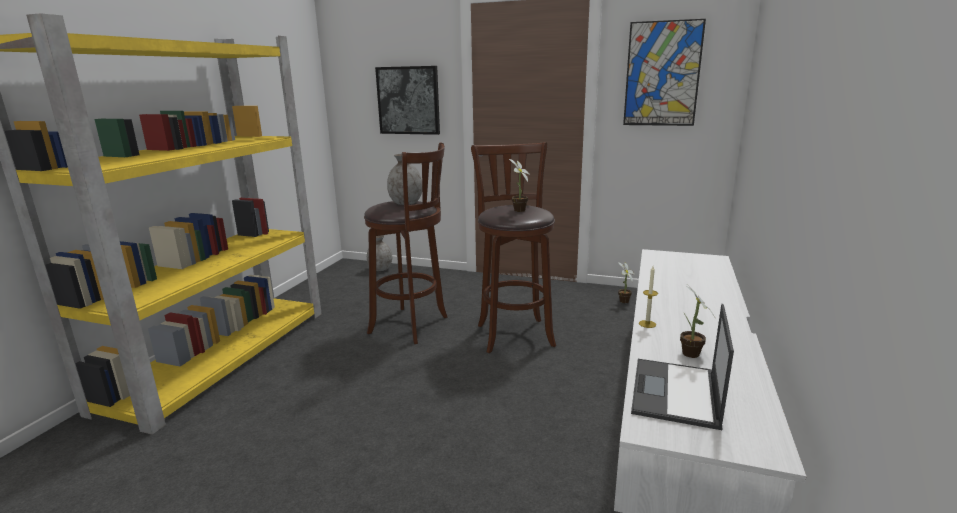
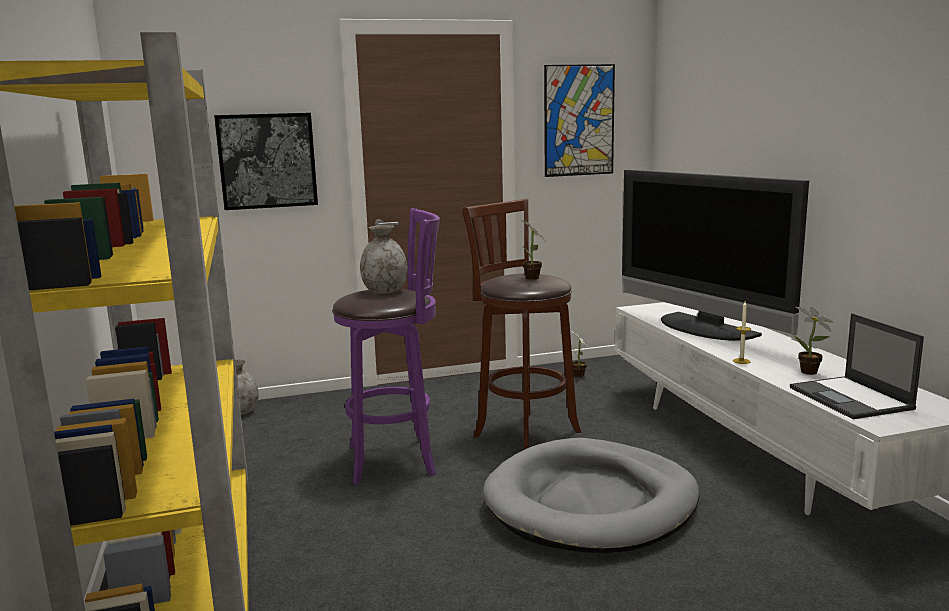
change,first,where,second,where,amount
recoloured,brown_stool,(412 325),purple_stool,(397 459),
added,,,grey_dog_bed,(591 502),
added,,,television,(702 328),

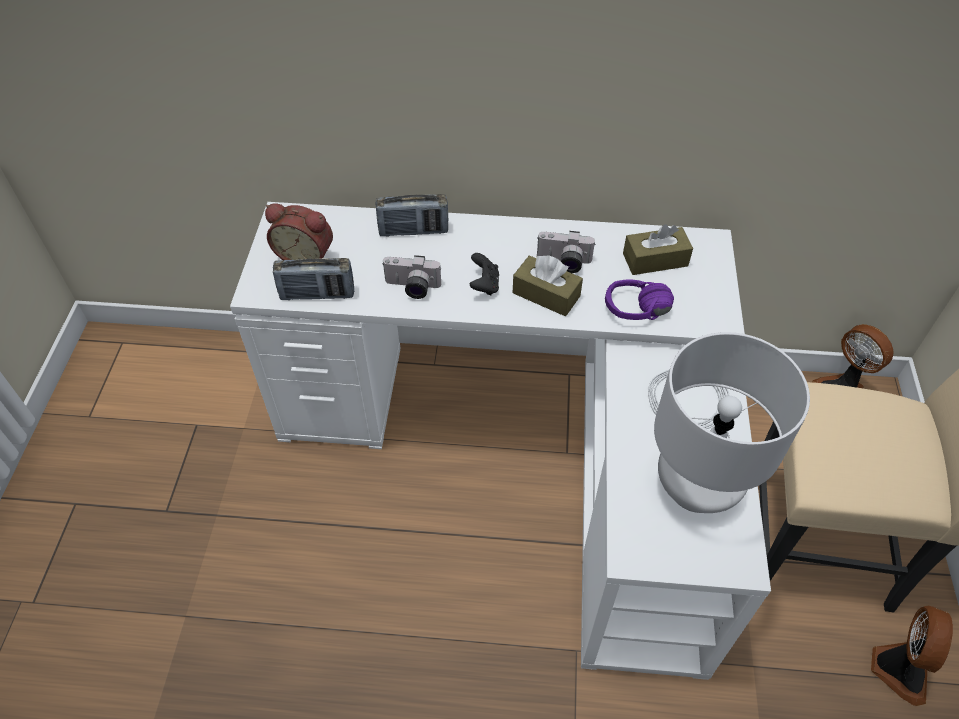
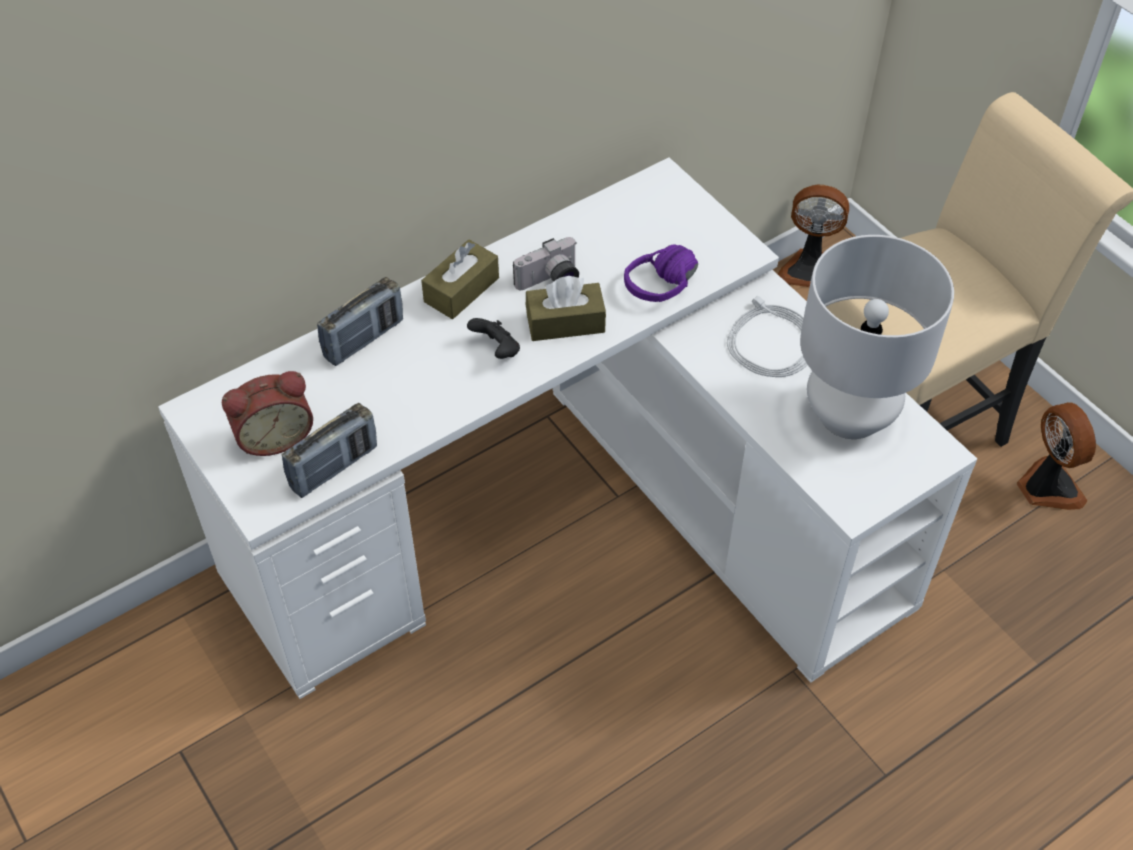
change,first,where,second,where,amount
moved,brown_tissue_box,(655 260),,(461 290),
removed,photo_camera,(411 288),,,

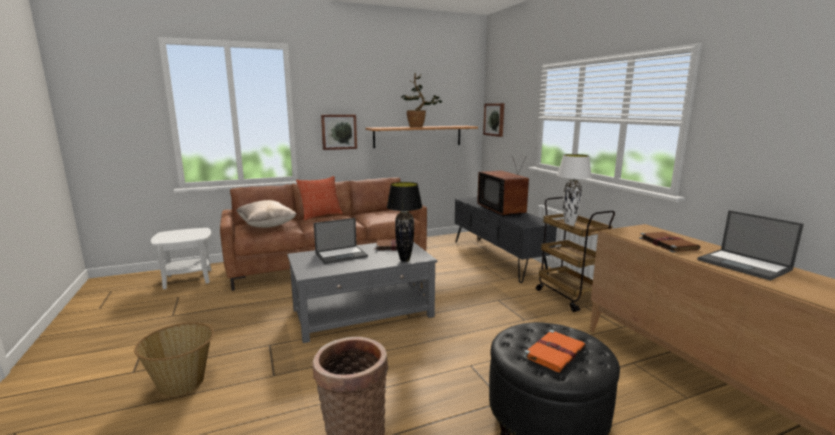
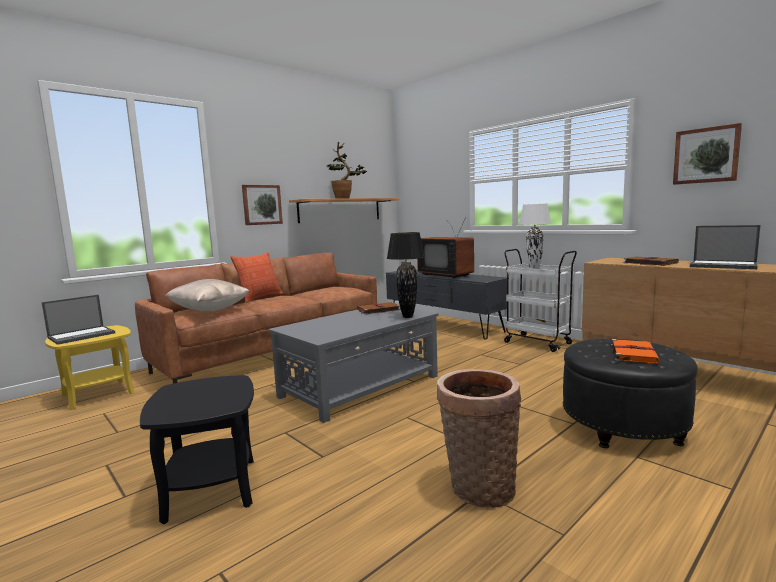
change,first,where,second,where,amount
moved,laptop,(341 255),,(82 335),
recoloured,white_side_table,(188 279),yellow_side_table,(98 394),
replaced,basket,(182 382),black_side_table,(211 489),
recoloured,brown_cart,(569 297),white_cart,(538 343),
moved,picture,(494 119),,(706 155),

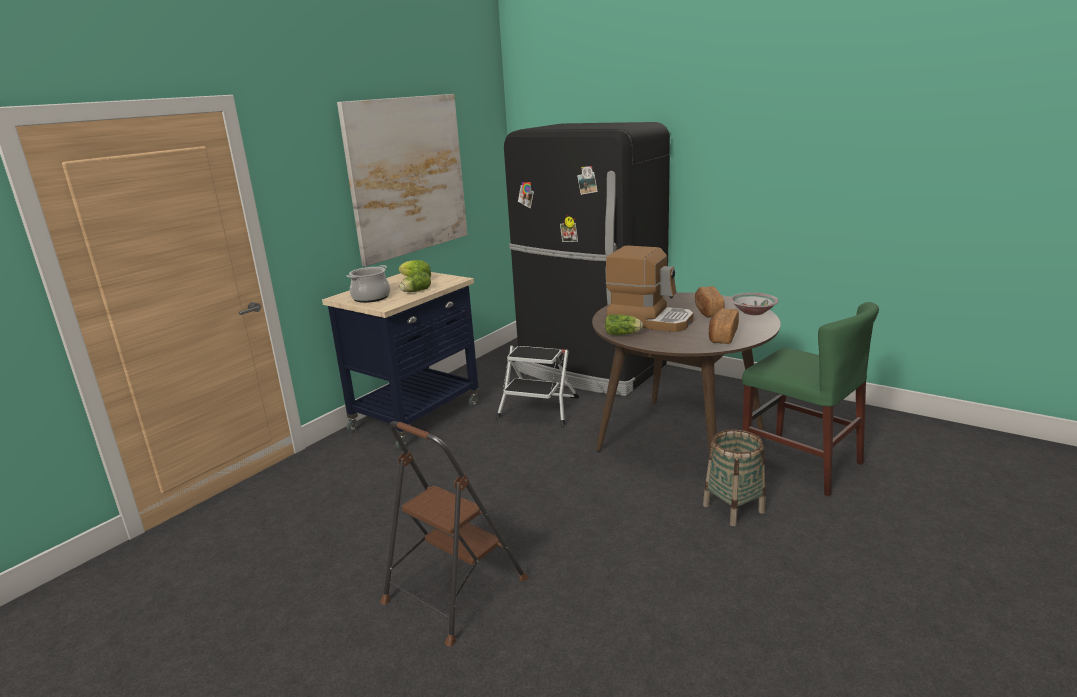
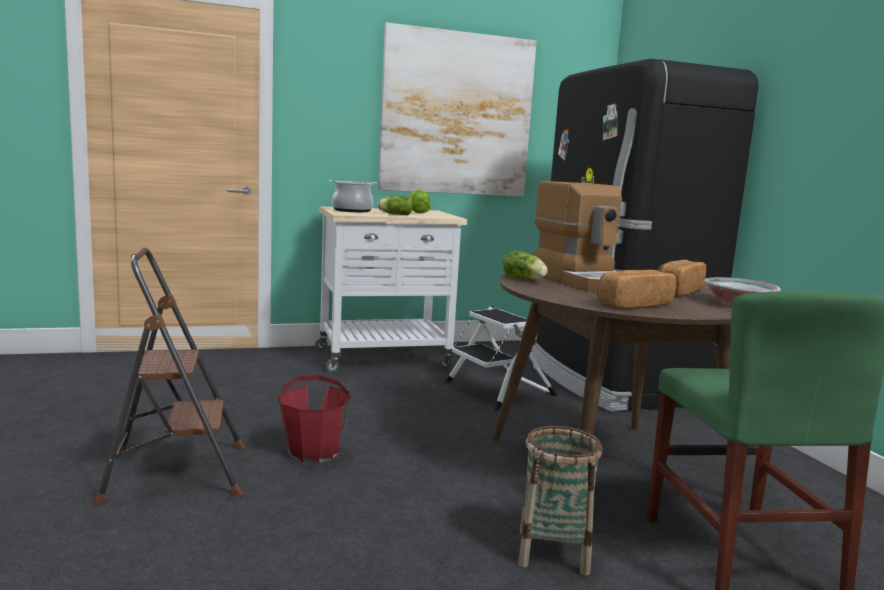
change,first,where,second,where,amount
added,,,red_bucket,(313 452),
recoloured,blue_cart,(416 416),white_cart,(383 358),

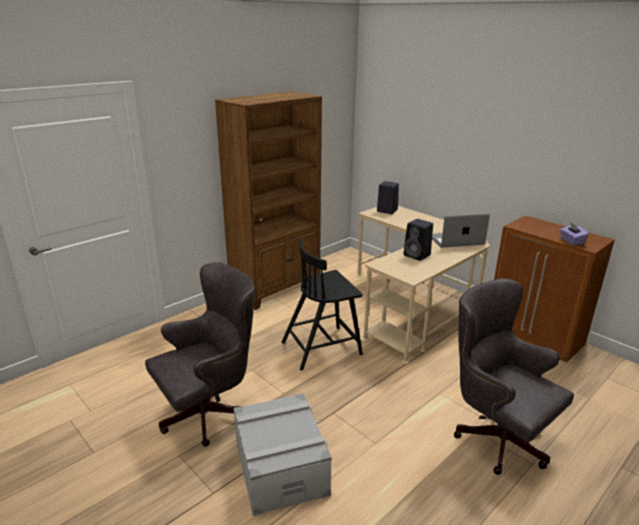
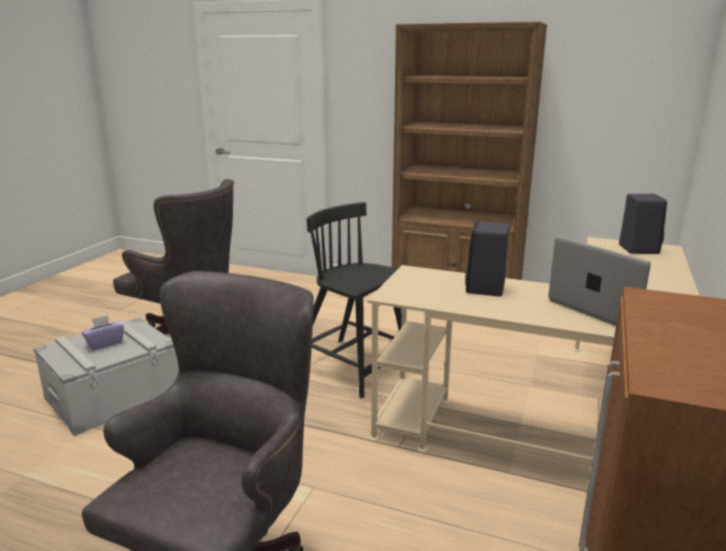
change,first,where,second,where,amount
moved,purple_tissue_box,(571 241),,(104 343),

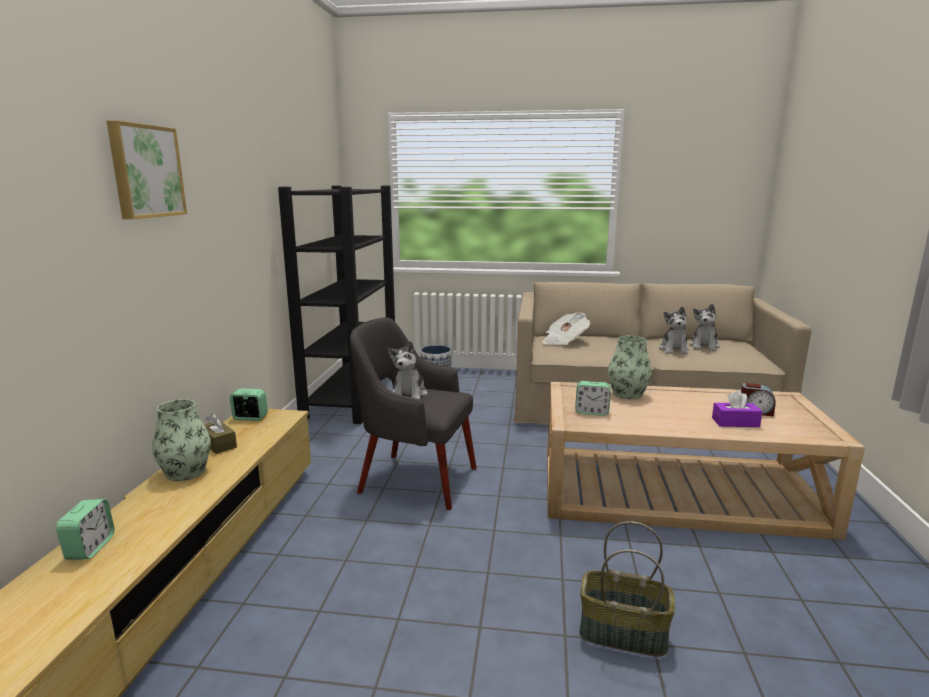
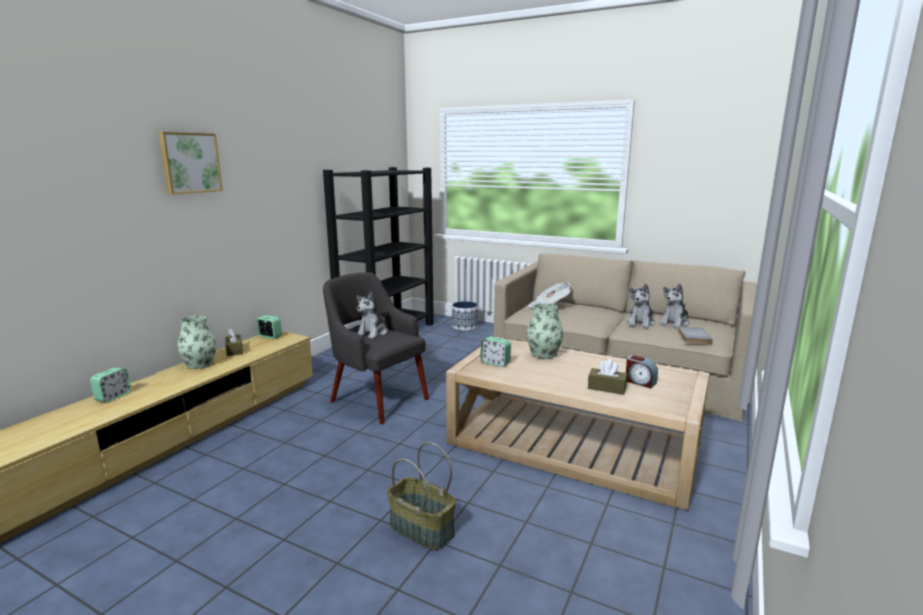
change,first,where,second,where,amount
recoloured,purple_tissue_box,(735 422),brown_tissue_box,(607 388),
added,,,grey_book,(692 337),

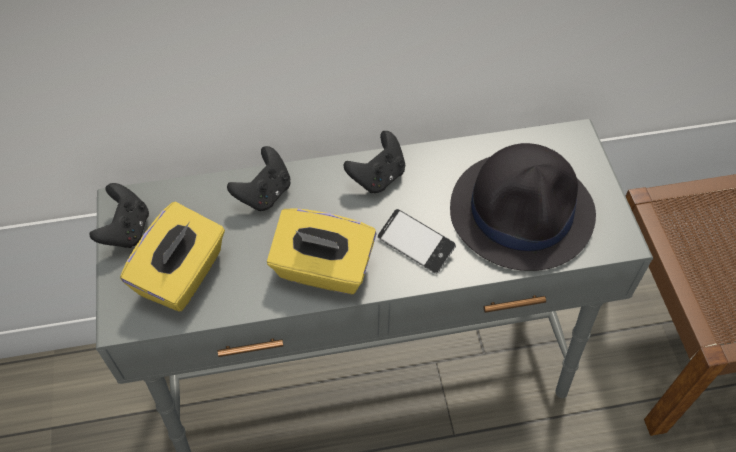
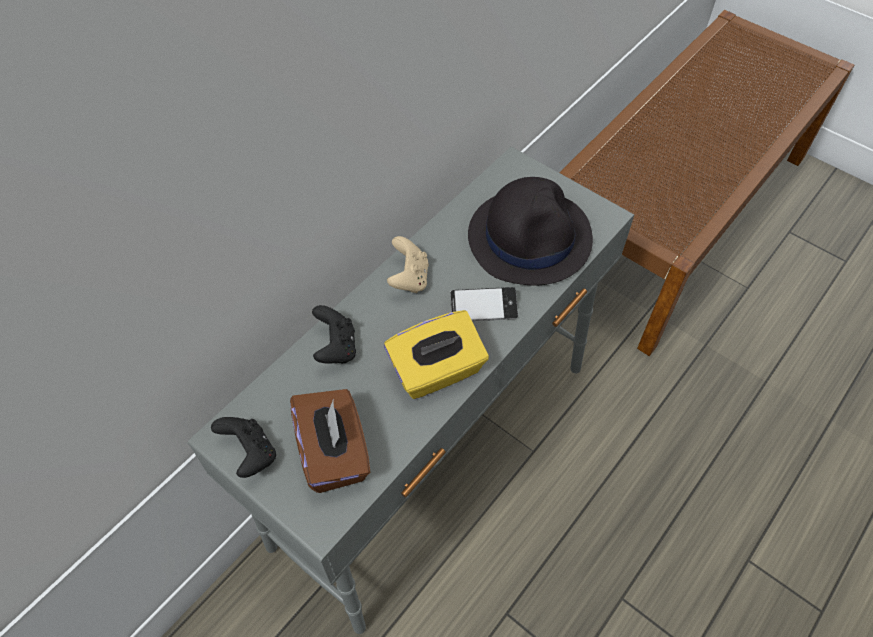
change,first,where,second,where,amount
recoloured,yellow_tissue_box,(183 275),brown_tissue_box,(334 453),
recoloured,black_game_controller,(378 177),beige_game_controller,(409 278),

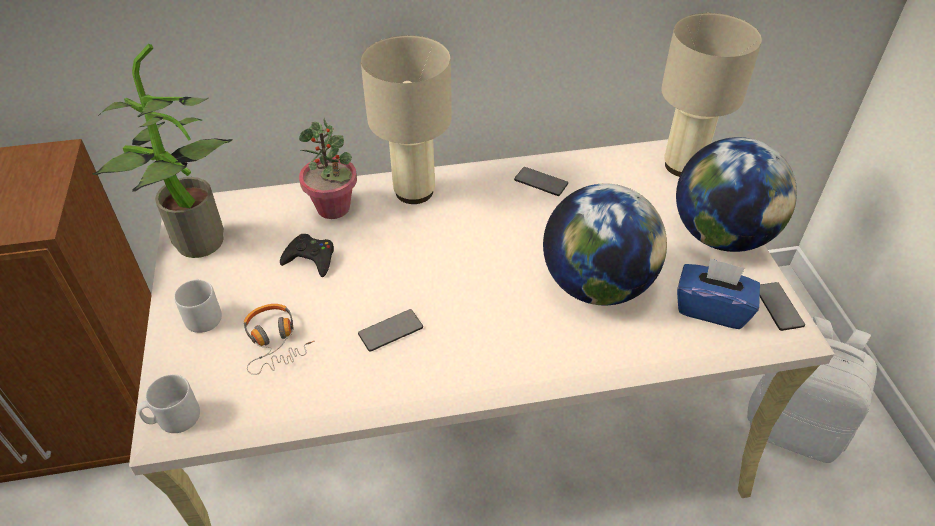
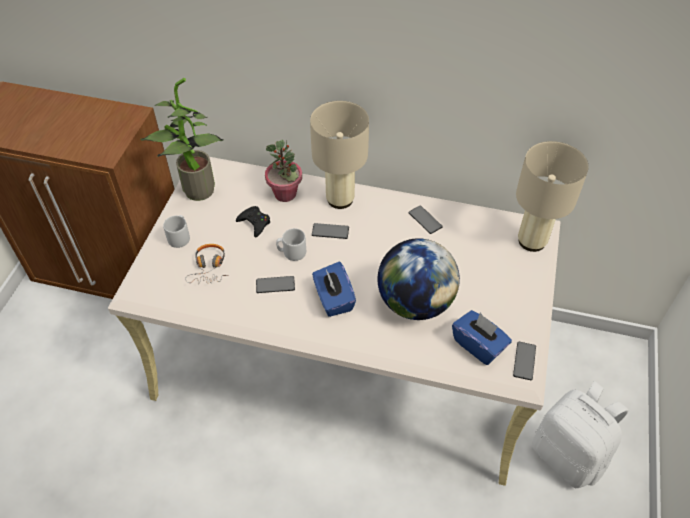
change,first,where,second,where,amount
moved,grey_mug,(173 418),,(291 252),
added,,,phone,(330 231),
added,,,blue_tissue_box,(333 299),
removed,globe,(721 235),,,

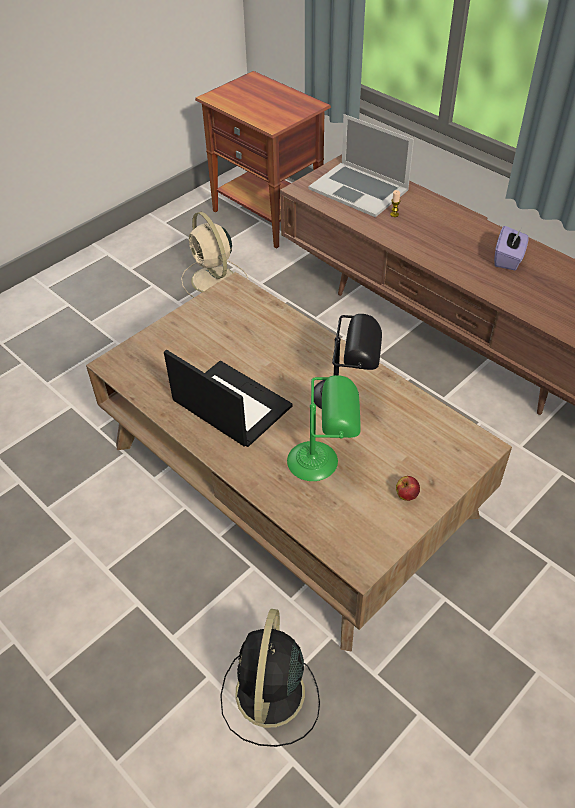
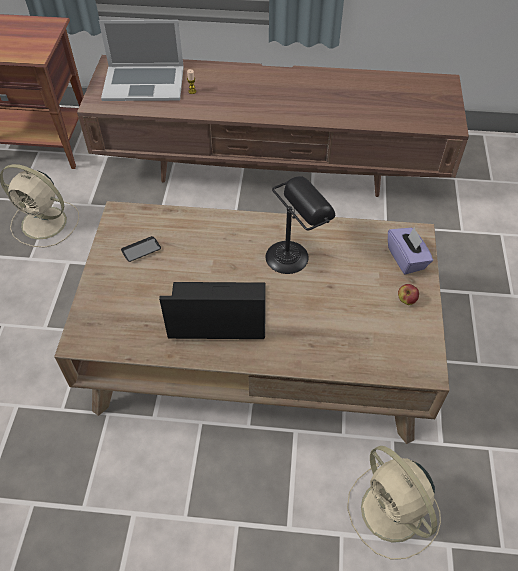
change,first,where,second,where,amount
added,,,phone,(141 250),
recoloured,black_fan,(269 696),beige_fan,(393 513),
moved,purple_tissue_box,(508 259),,(406 259),
removed,green_table_lamp,(323 459),,,

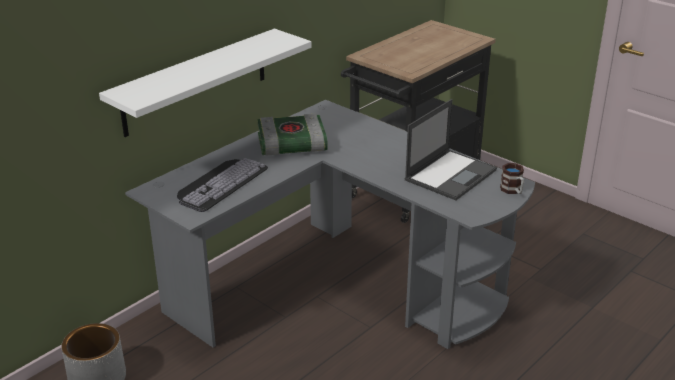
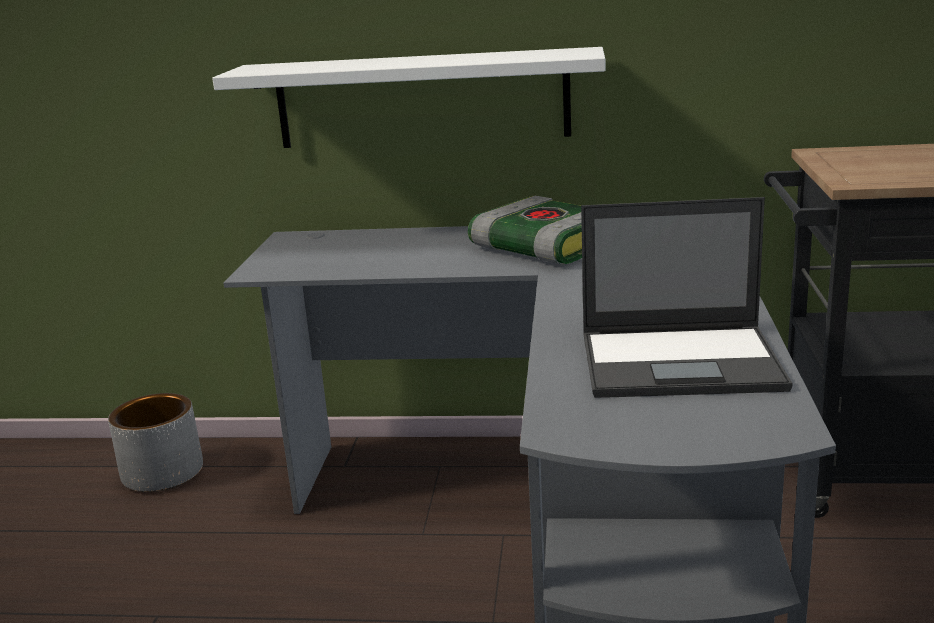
change,first,where,second,where,amount
removed,keyboard,(220 183),,,
removed,mug,(513 191),,,

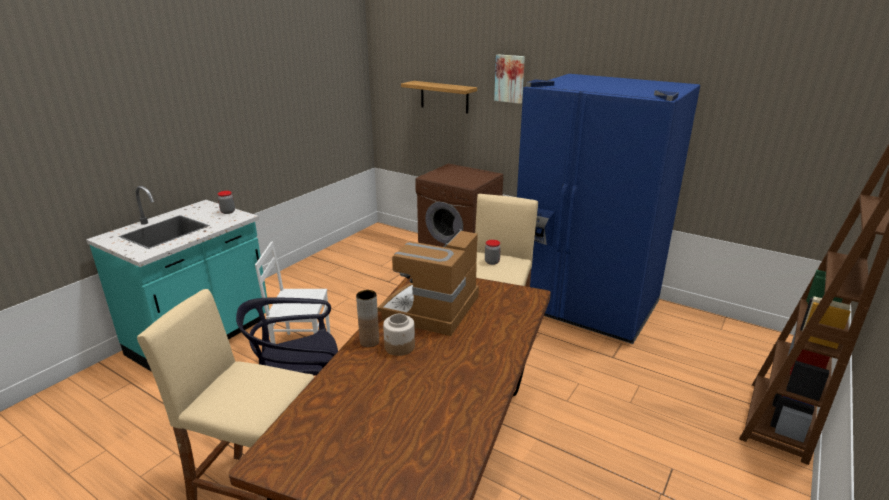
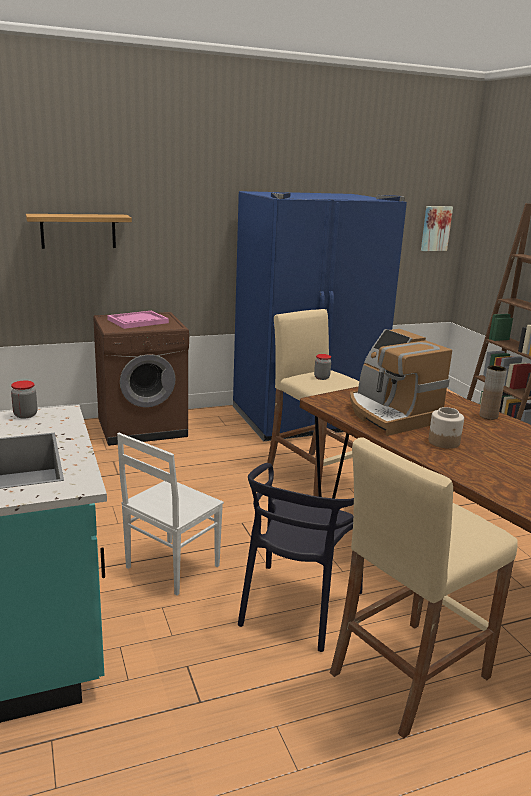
change,first,where,second,where,amount
added,,,pink_tray,(138 321),
moved,picture,(510 78),,(435 228),
moved,brown_vase,(369 342),,(488 416),

